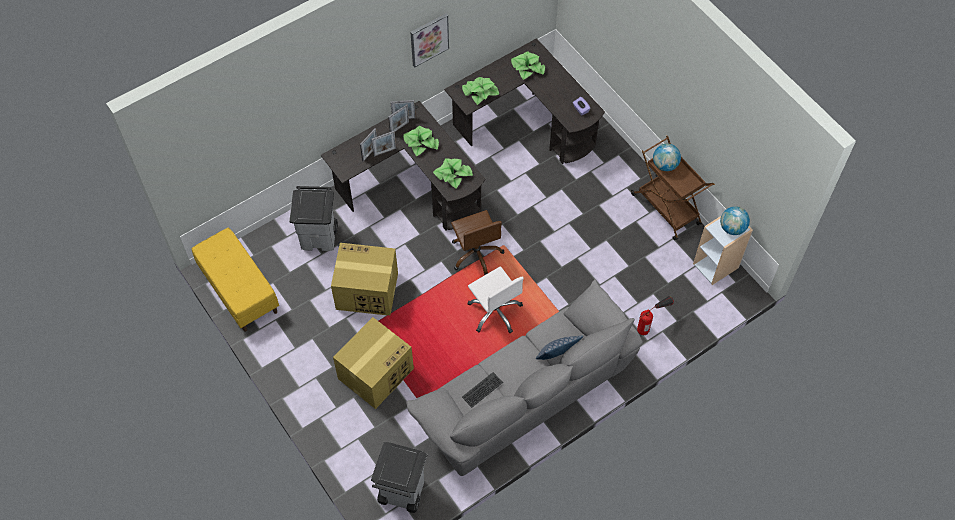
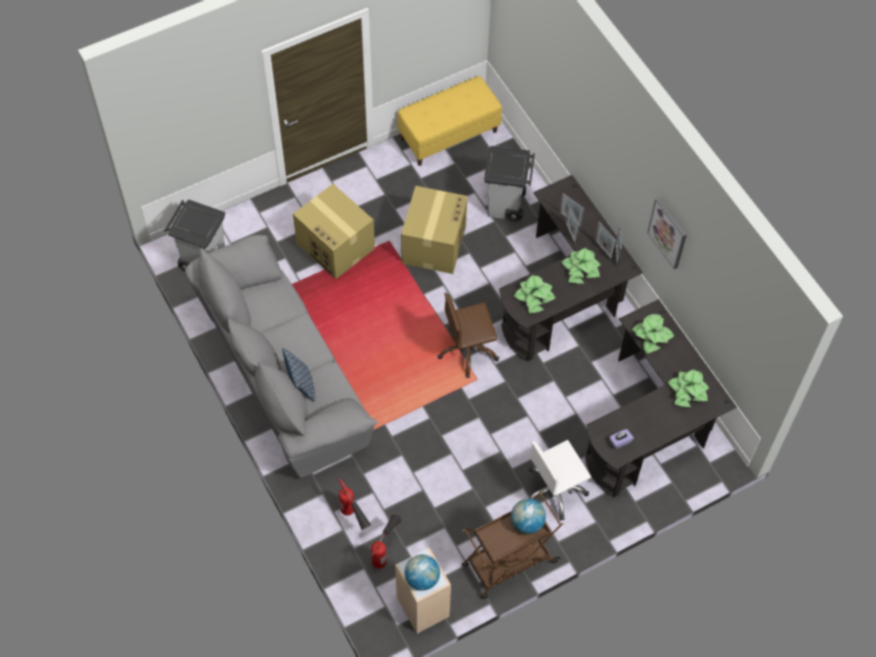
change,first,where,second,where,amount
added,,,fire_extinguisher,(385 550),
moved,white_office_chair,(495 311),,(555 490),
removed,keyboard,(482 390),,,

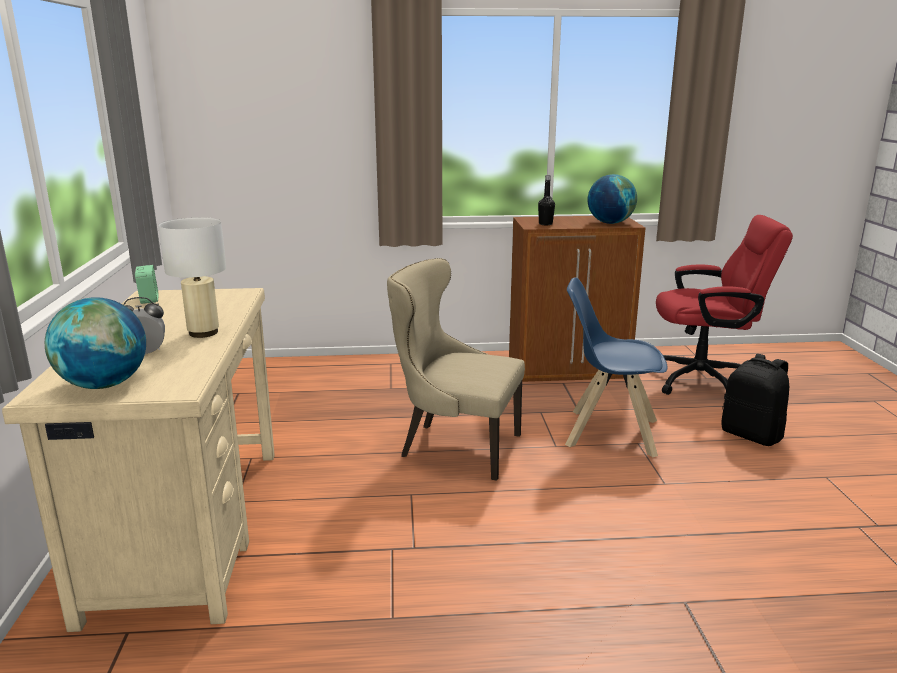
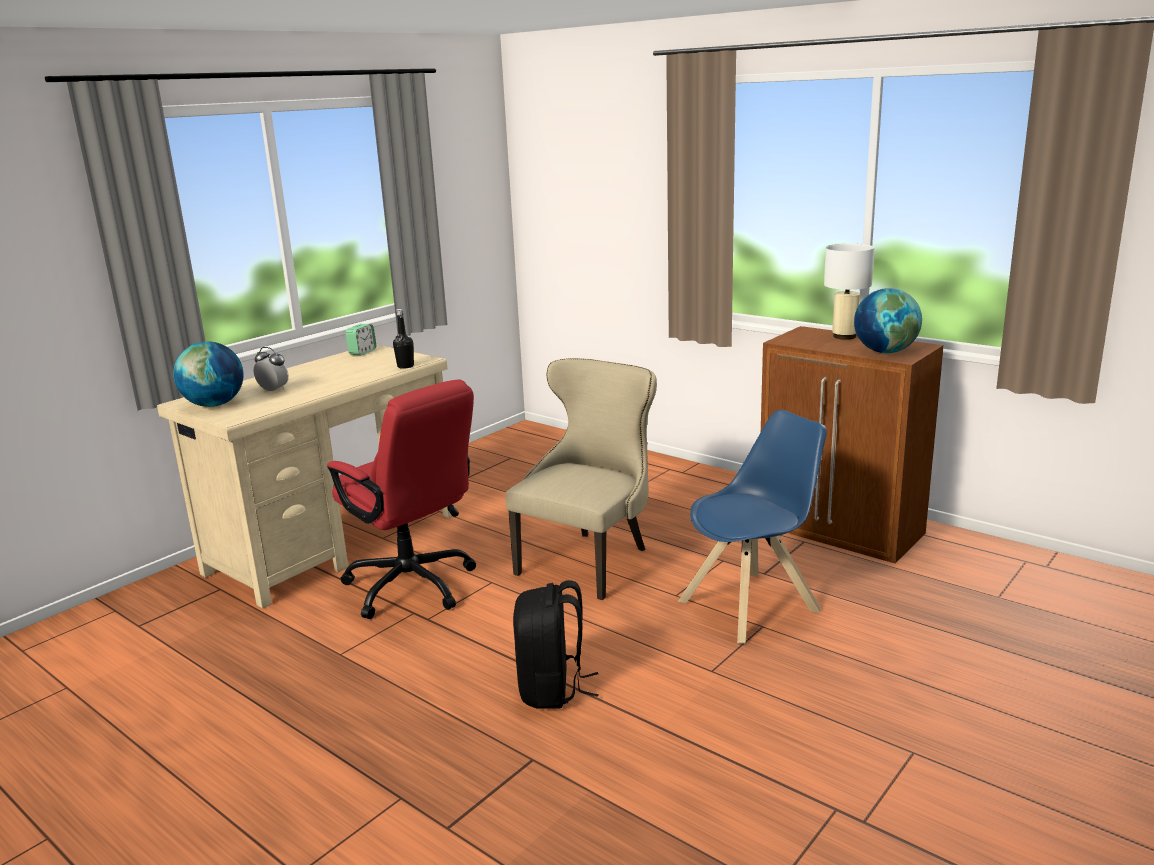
change,first,where,second,where,amount
moved,red_office_chair,(704 381),,(414 588),
moved,black_bottle,(545 224),,(405 366),
turned,beige_chair,(455 447),,(589 561),60 degrees clockwise
moved,black_backpack,(752 435),,(553 689),
turned,blue_chair,(608 432),,(752 604),90 degrees clockwise
moved,white_table_lamp,(202 333),,(844 336),

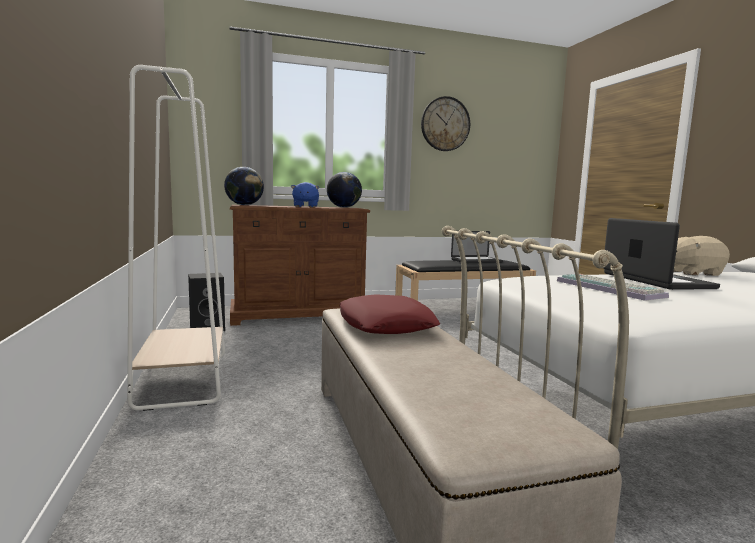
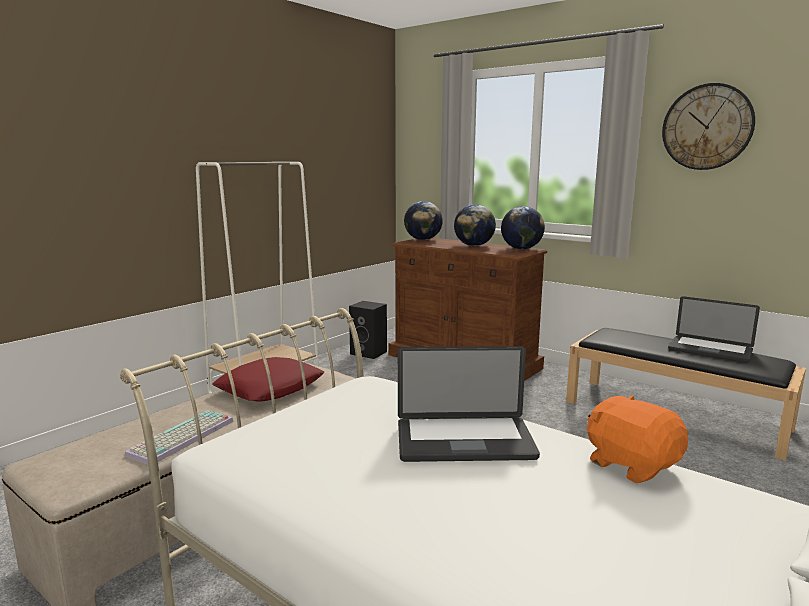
change,first,where,second,where,amount
moved,keyboard,(610 289),,(182 438),
turned,laptop,(656 281),,(464 441),45 degrees clockwise
replaced,blue_plush_toy,(305 206),globe,(474 245),
recoloured,beige_plush_toy,(692 273),orange_plush_toy,(631 464),

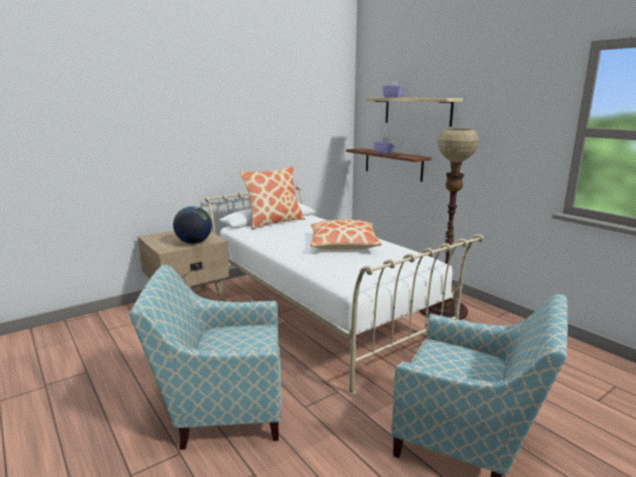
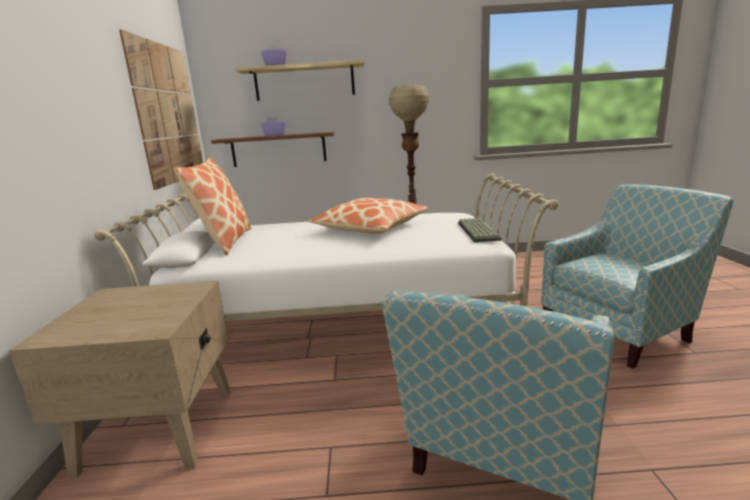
change,first,where,second,where,amount
added,,,picture,(168 114),
added,,,keyboard,(476 231),
removed,globe,(194 242),,,

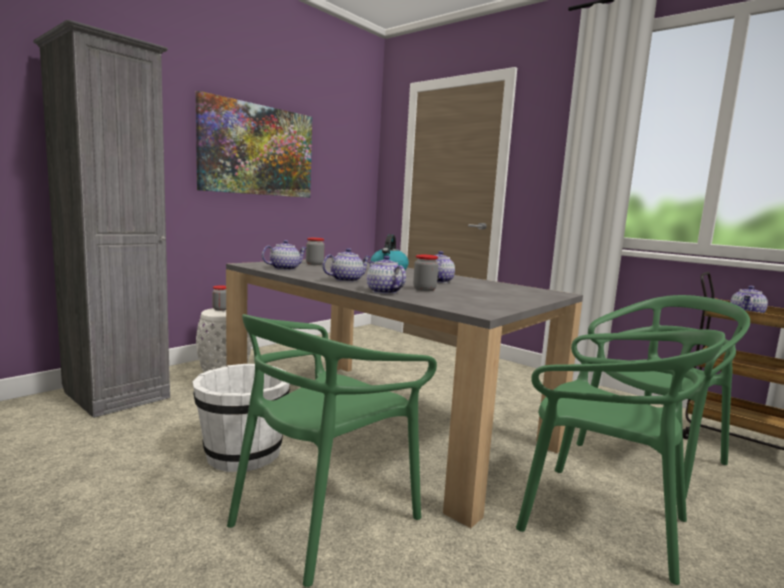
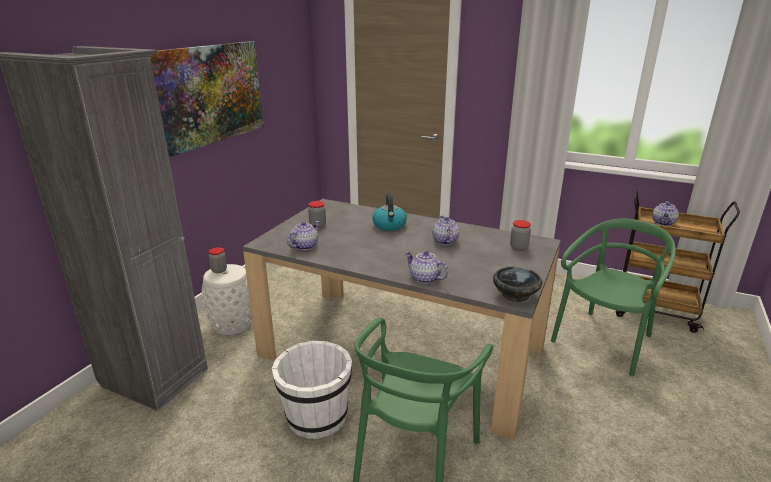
change,first,where,second,where,amount
added,,,black_bowl,(515 295),
moved,jar,(424 289),,(518 247),
removed,teapot,(346 280),,,
removed,green_chair,(601 520),,,

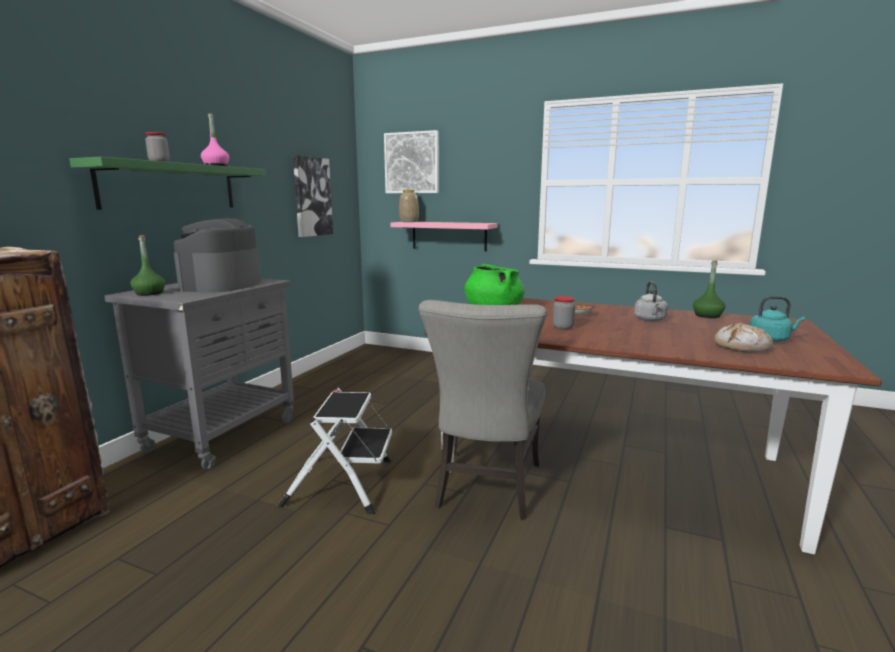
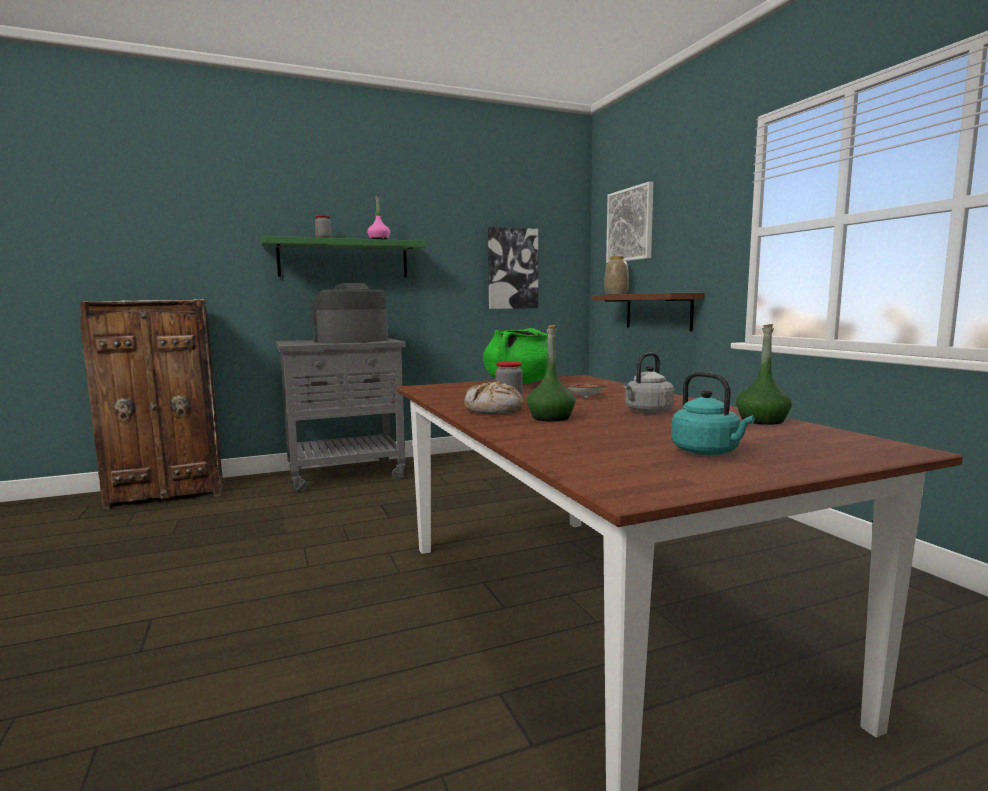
change,first,where,second,where,amount
moved,bread,(742 347),,(494 410),
moved,green_bottle,(149 293),,(551 418),
recoloured,pink_shelf,(449 236),brown_shelf,(658 311),
removed,step_ladder,(341 483),,,
removed,grey_chair,(486 488),,,

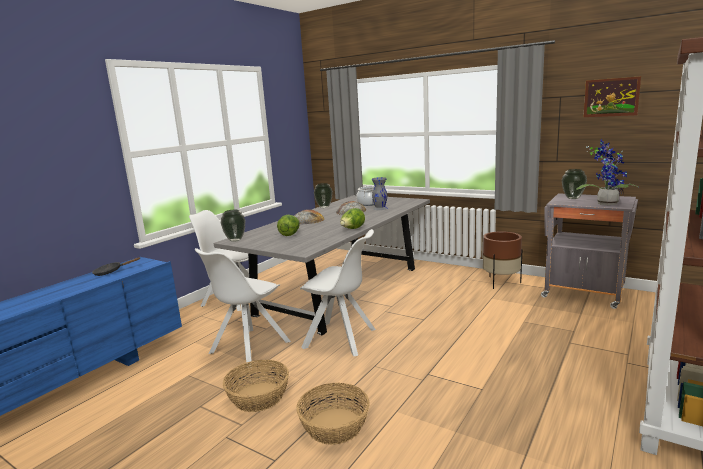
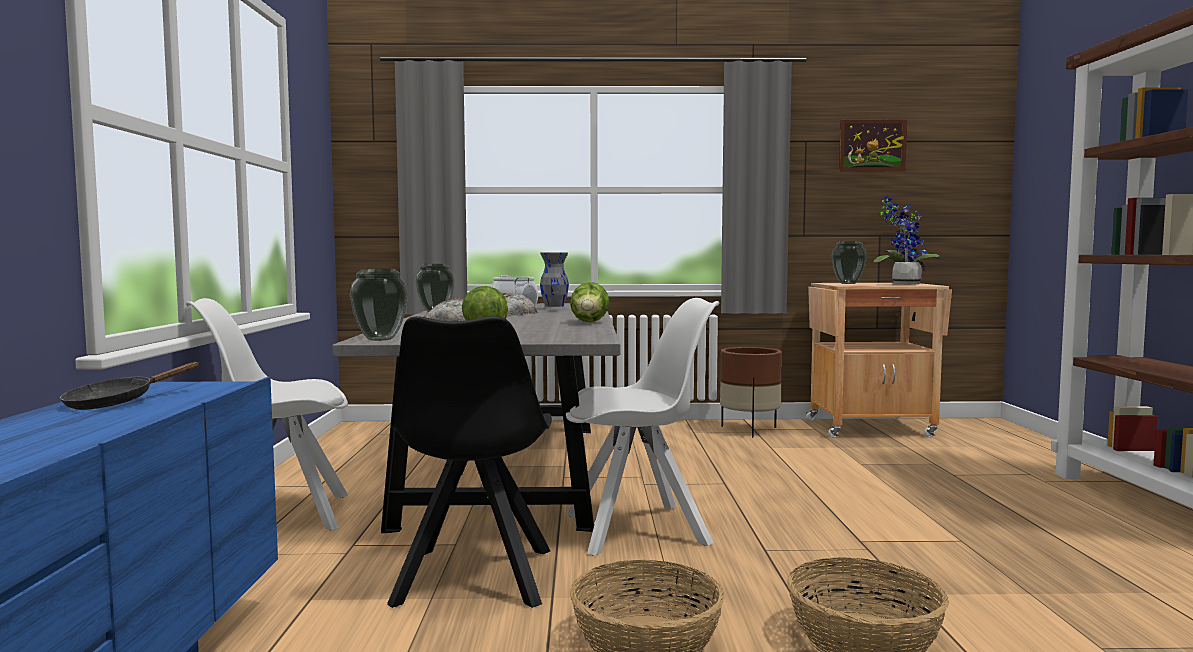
change,first,where,second,where,amount
recoloured,white_chair,(248 348),black_chair,(473 579),
recoloured,grey_cart,(584 293),brown_cart,(871 428),

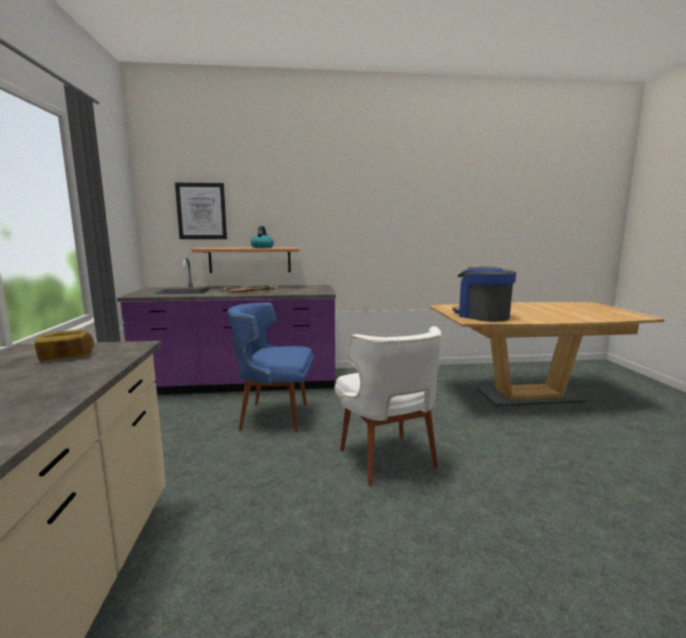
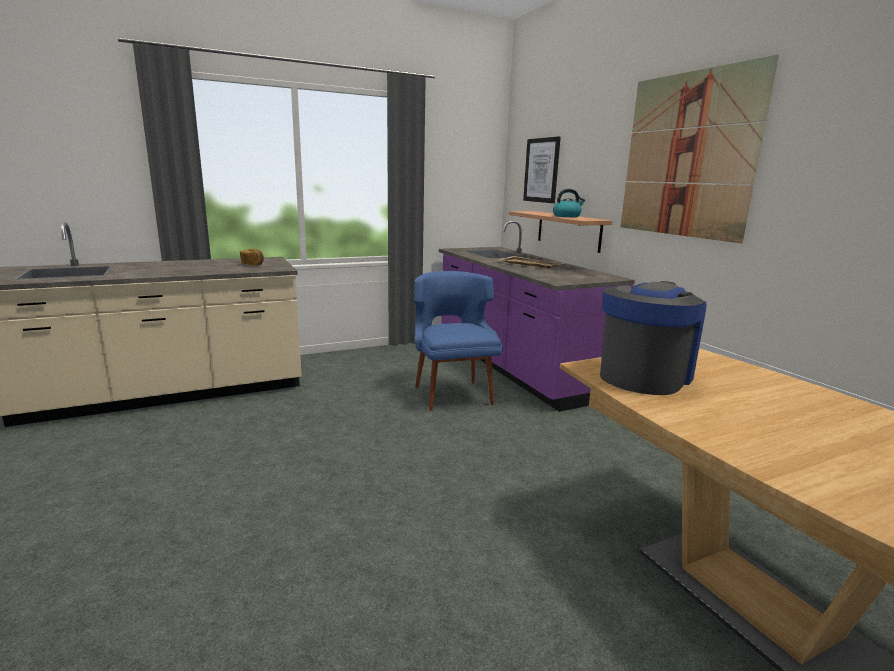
change,first,where,second,where,amount
added,,,picture,(686 155),
removed,white_chair,(387 459),,,

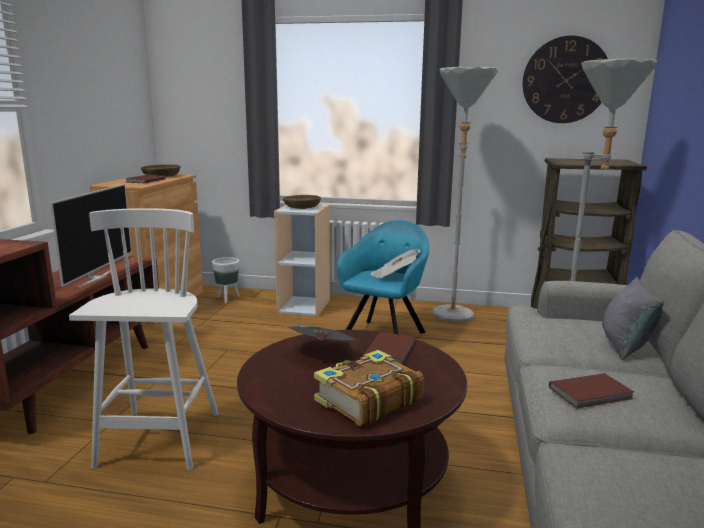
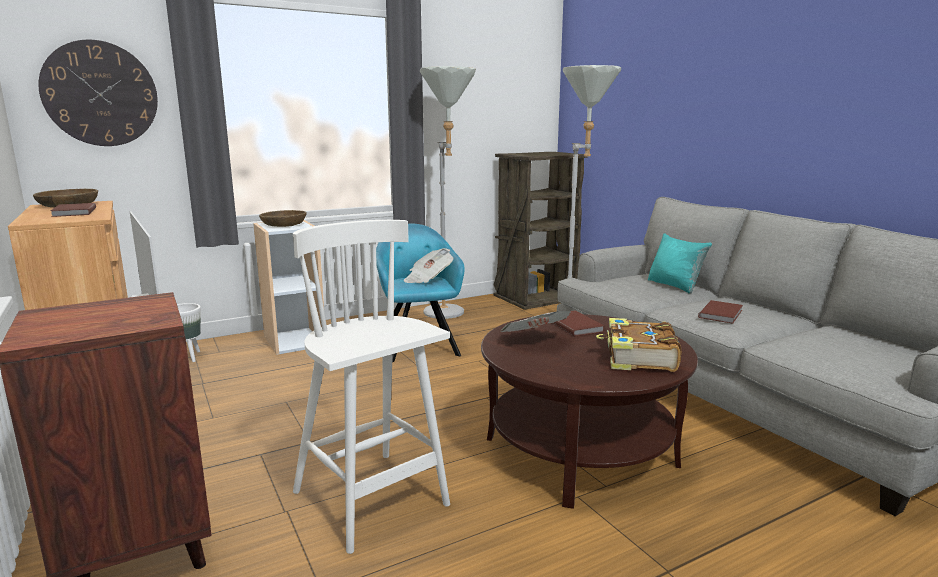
change,first,where,second,where,amount
moved,wall_clock,(565 80),,(100 94),
recoloured,grey_pillow,(624 346),turquoise_pillow,(675 286),

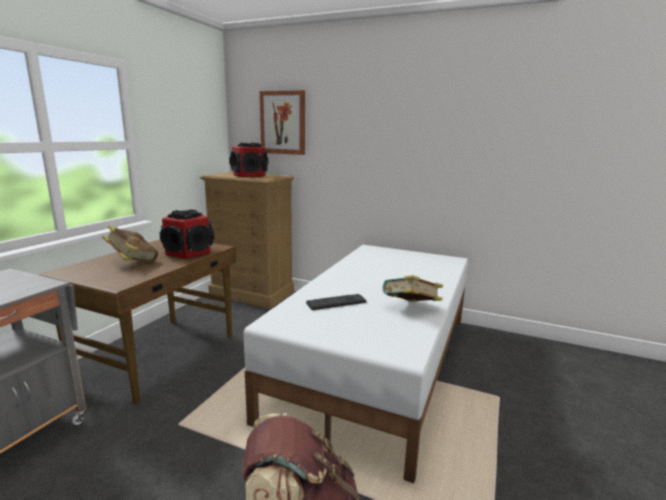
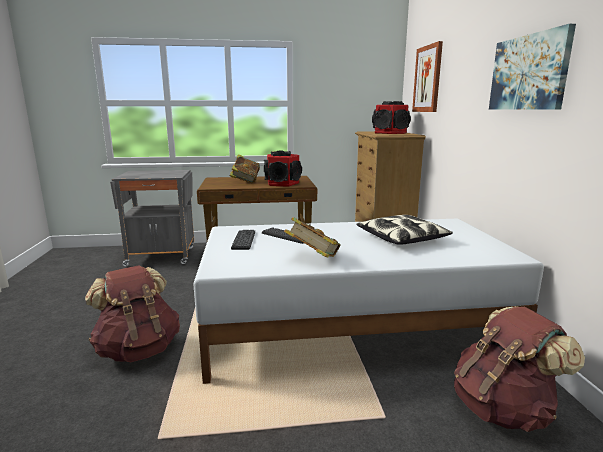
change,first,where,second,where,amount
added,,,keyboard,(244 240),
added,,,pillow,(402 238),
added,,,brown_backpack,(503 409),
added,,,picture,(528 73),

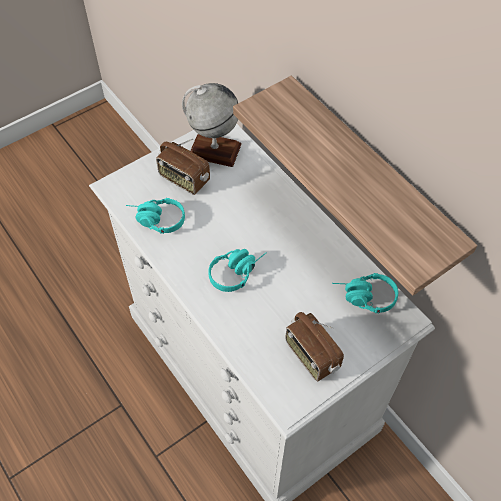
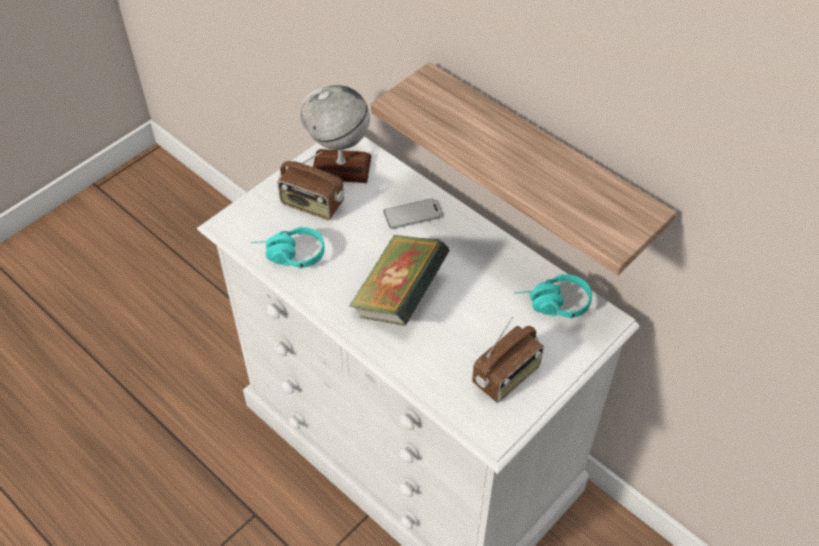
change,first,where,second,where,amount
replaced,turquoise_headphones,(237 271),book,(399 297),
added,,,phone,(411 215),
turned,radio,(311 355),,(506 377),90 degrees counterclockwise

